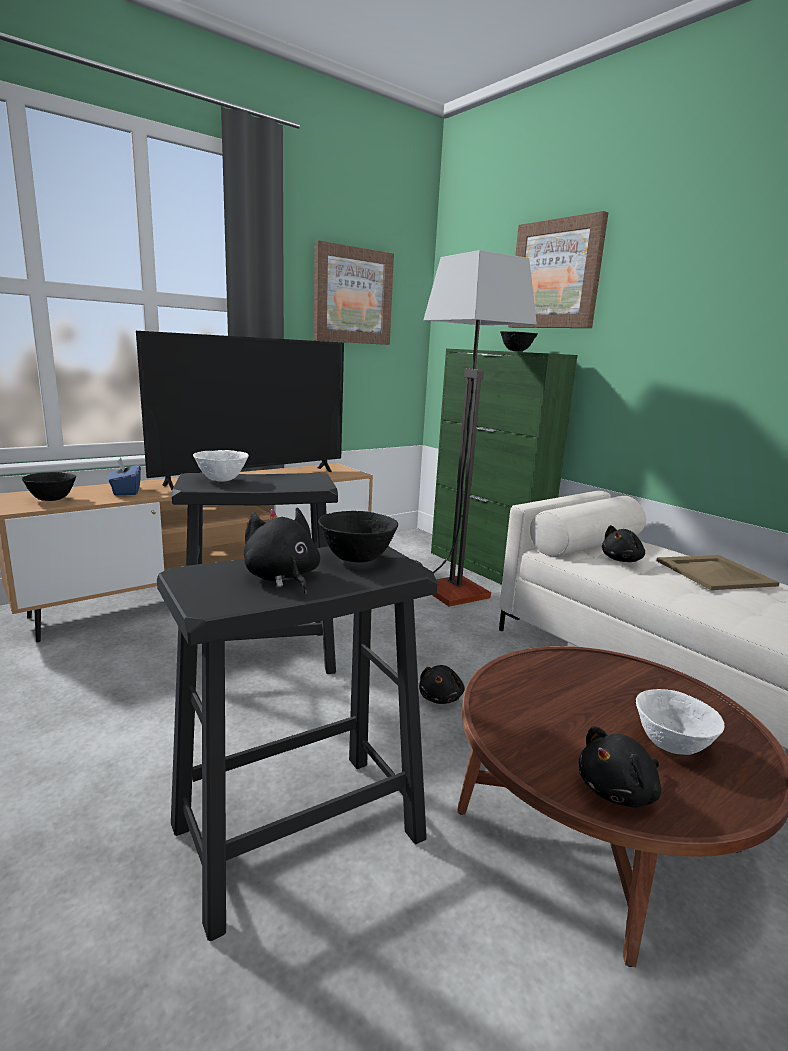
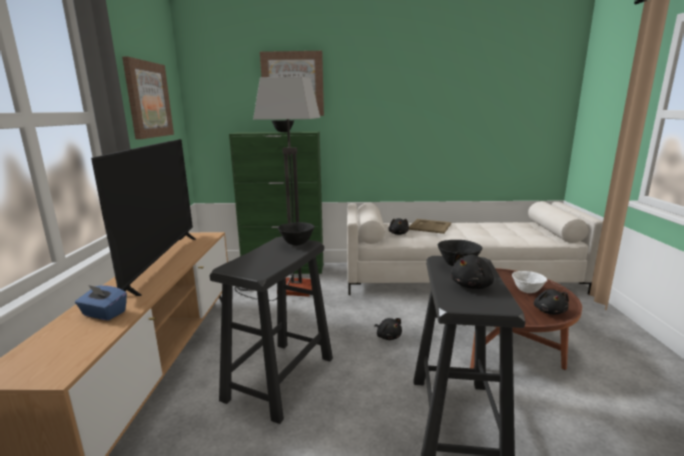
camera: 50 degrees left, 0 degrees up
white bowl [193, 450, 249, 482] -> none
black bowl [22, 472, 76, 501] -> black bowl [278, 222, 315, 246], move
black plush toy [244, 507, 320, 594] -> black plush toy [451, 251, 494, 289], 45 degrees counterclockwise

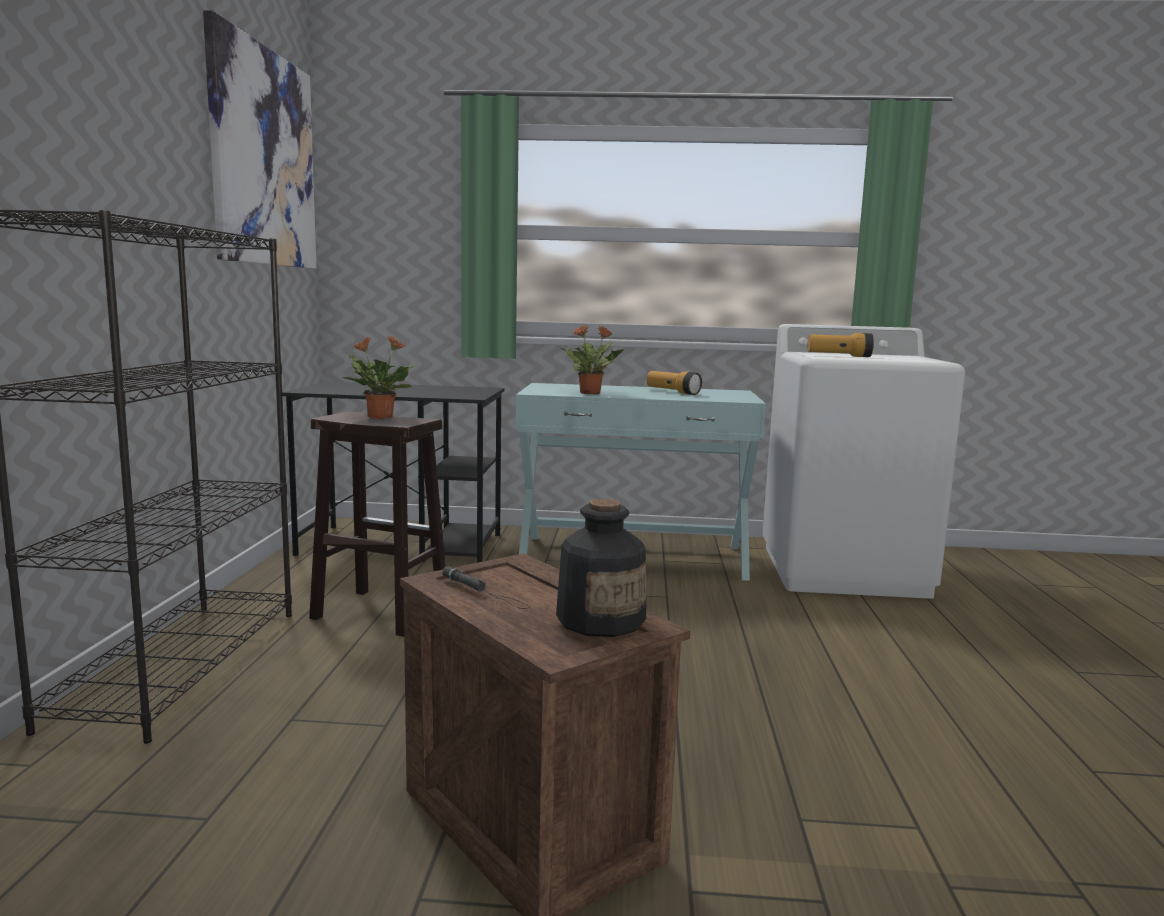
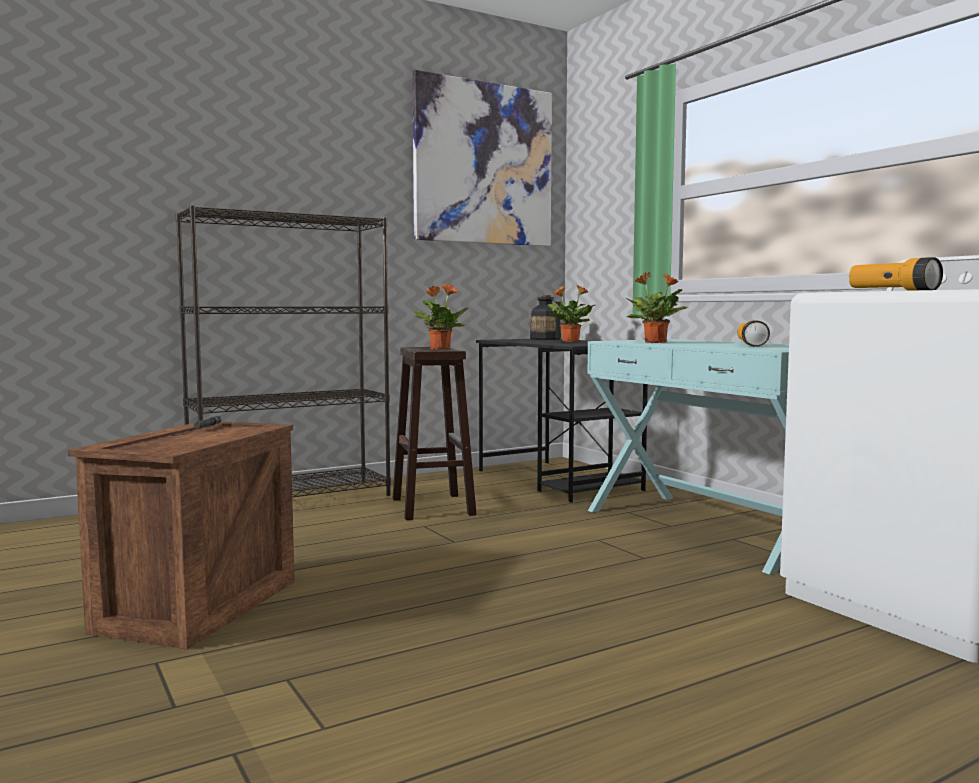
camera: 55 degrees right, 5 degrees down
bottle [556, 499, 646, 637] -> bottle [530, 295, 561, 340], move
none -> potted plant [547, 285, 595, 342]

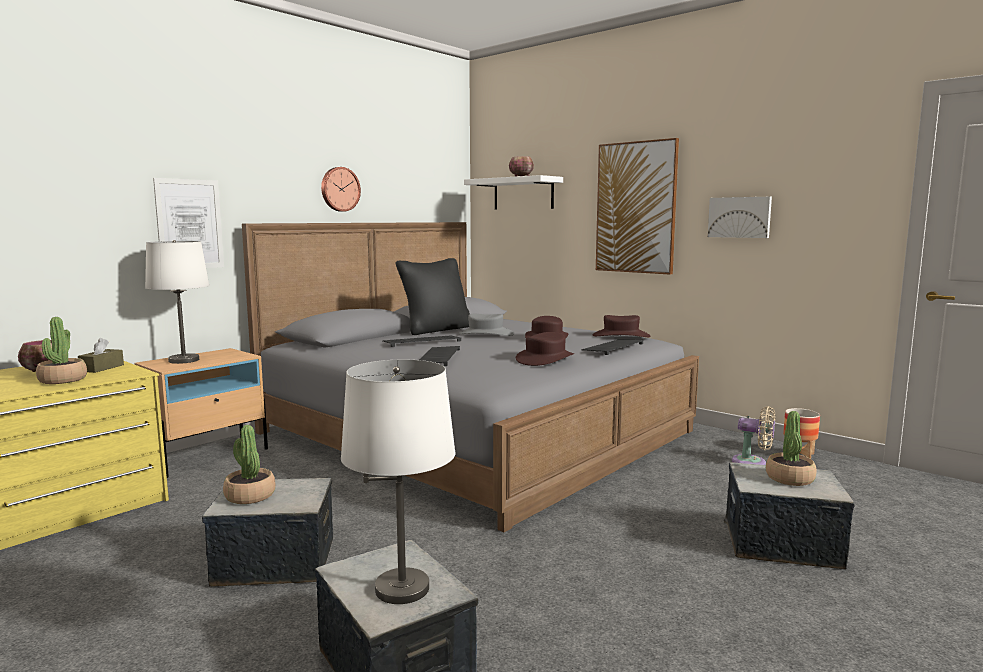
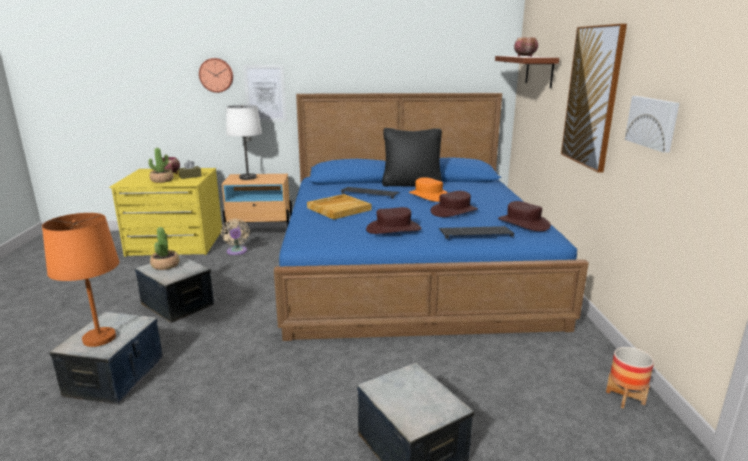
camera: 45 degrees right, 10 degrees up
wall clock [321, 167, 361, 212] -> wall clock [199, 58, 233, 93], move
white shelf [464, 175, 563, 210] -> brown shelf [495, 56, 559, 88]
grey bed [242, 222, 699, 532] -> blue bed [274, 93, 589, 341]
grey hat [458, 314, 514, 336] -> orange hat [409, 177, 448, 202]
keyboard [419, 346, 460, 366] -> beige tray [307, 194, 372, 220]
white table lamp [341, 360, 456, 604] -> orange table lamp [42, 213, 120, 347]
beige fan [732, 406, 775, 465] -> beige fan [221, 219, 250, 255], move
potted plant [766, 411, 816, 486] -> none

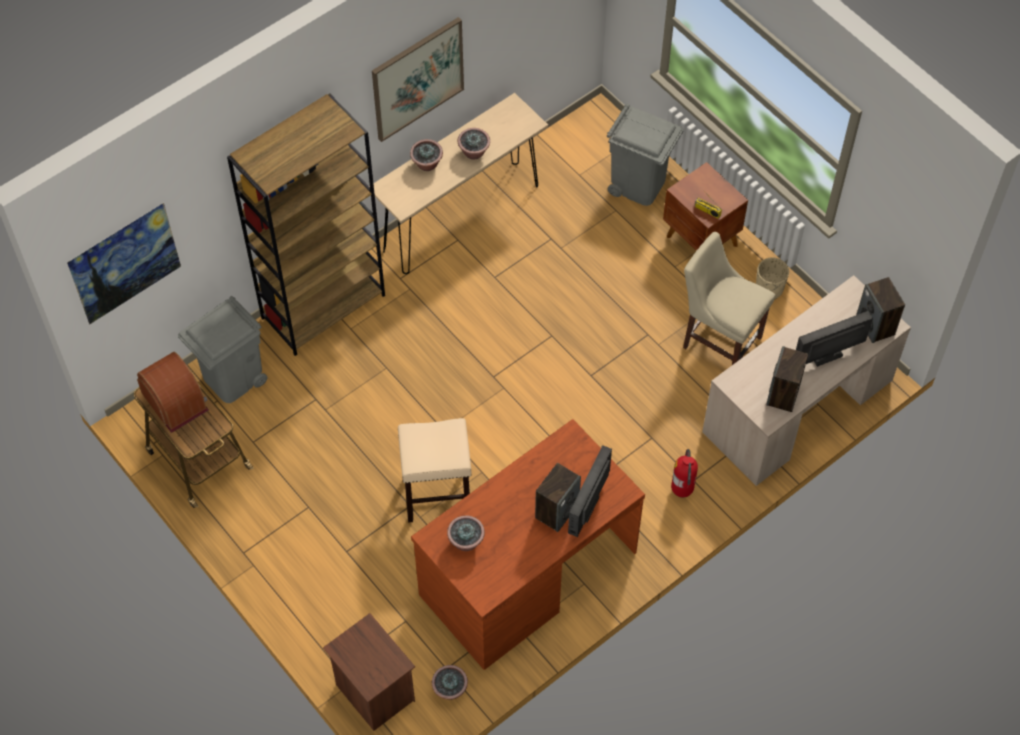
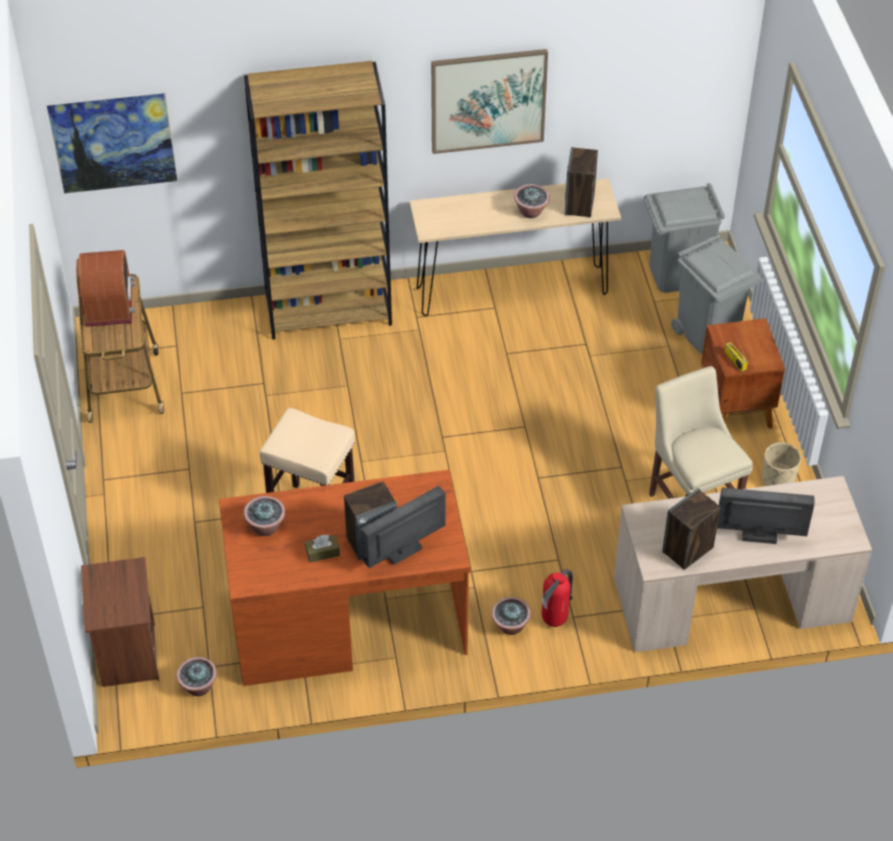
camera: 30 degrees right, 10 degrees down
potted plant [410, 139, 443, 171] -> potted plant [491, 597, 531, 635], move
speaker [856, 277, 905, 343] -> speaker [565, 147, 598, 217], move
grey trash can [178, 296, 268, 403] -> grey trash can [644, 183, 725, 293], move
none -> brown tissue box [305, 535, 340, 563]

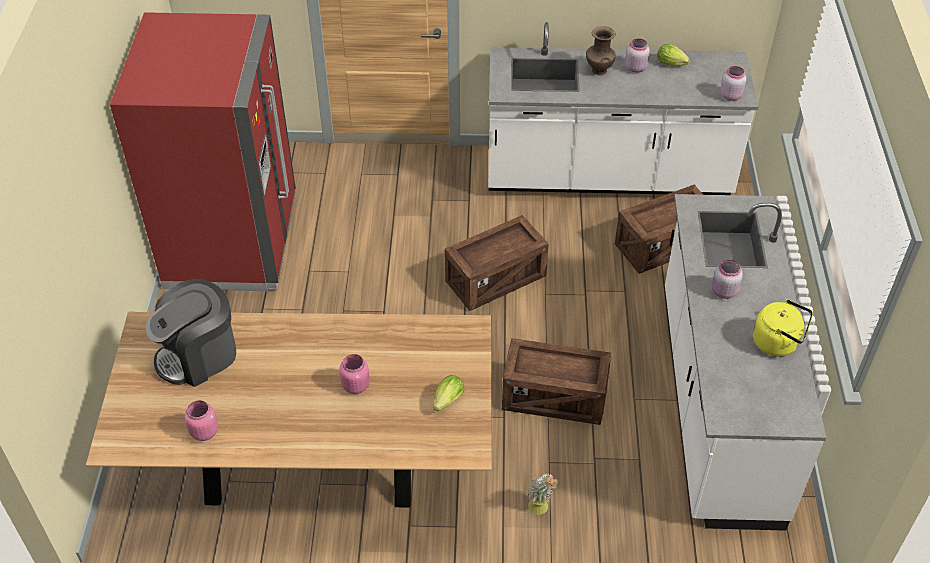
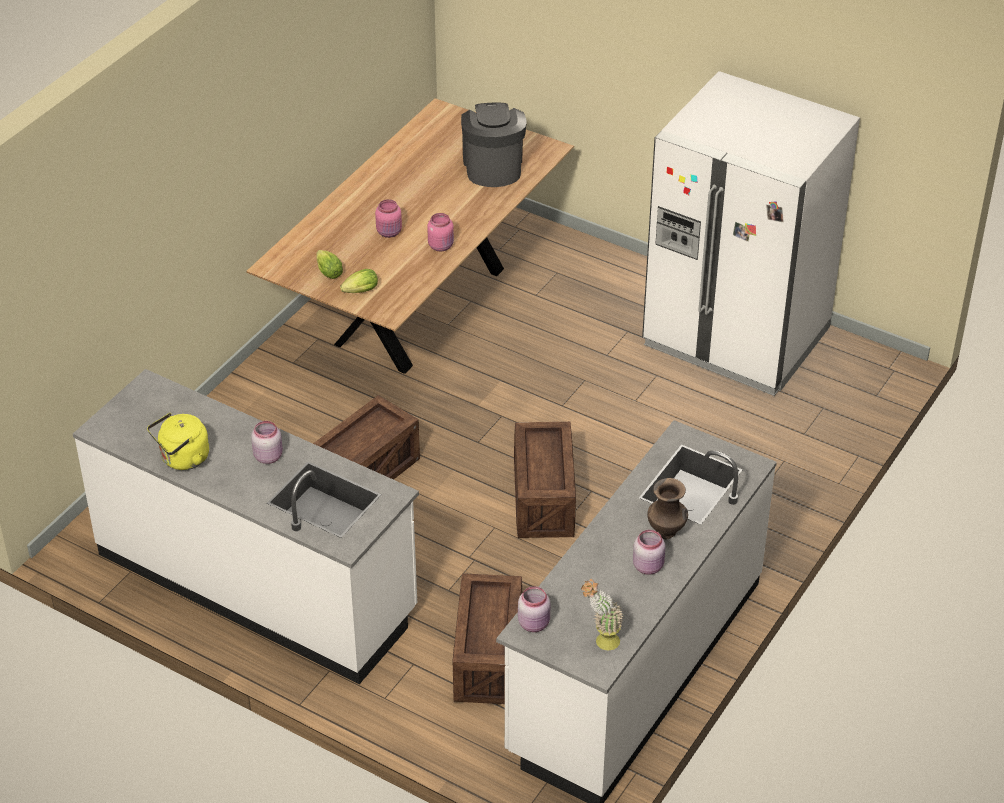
camera: 120 degrees right, 5 degrees down
red fridge [110, 12, 296, 291] -> white fridge [642, 71, 860, 396]
lettuce [657, 44, 690, 66] -> lettuce [340, 269, 378, 293], move
pink jar [185, 400, 218, 441] -> pink jar [427, 213, 454, 251], move
potted plant [527, 473, 558, 515] -> potted plant [581, 579, 624, 650], move

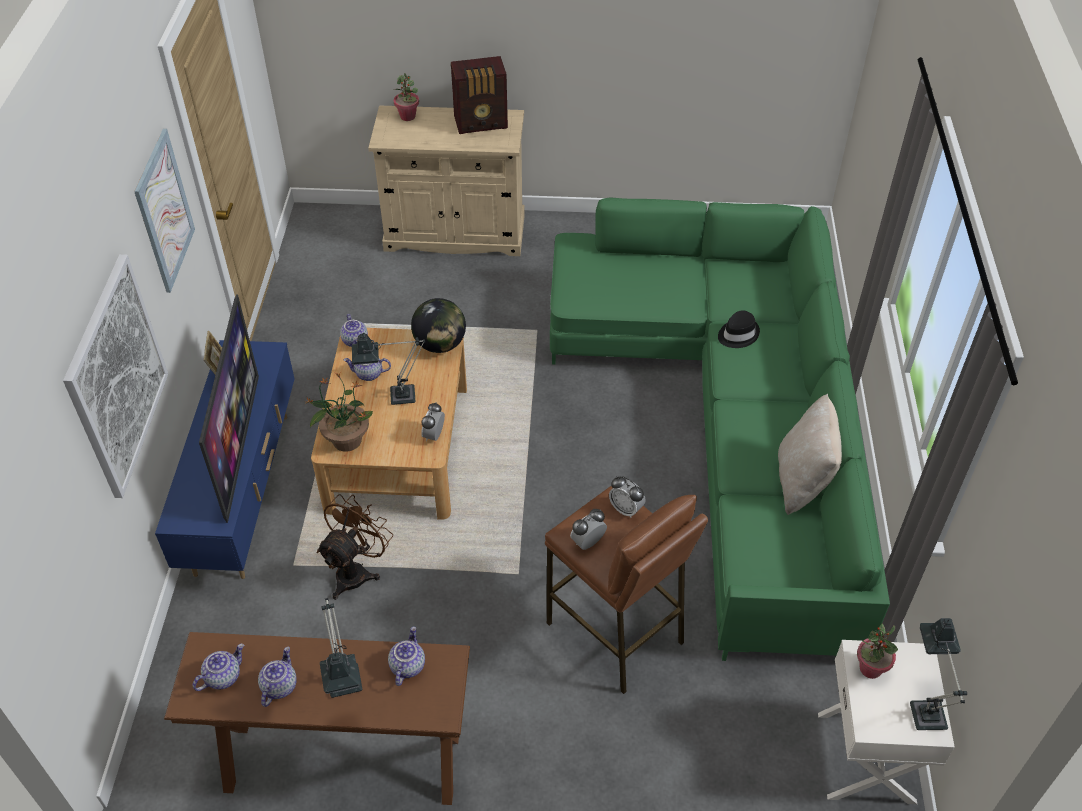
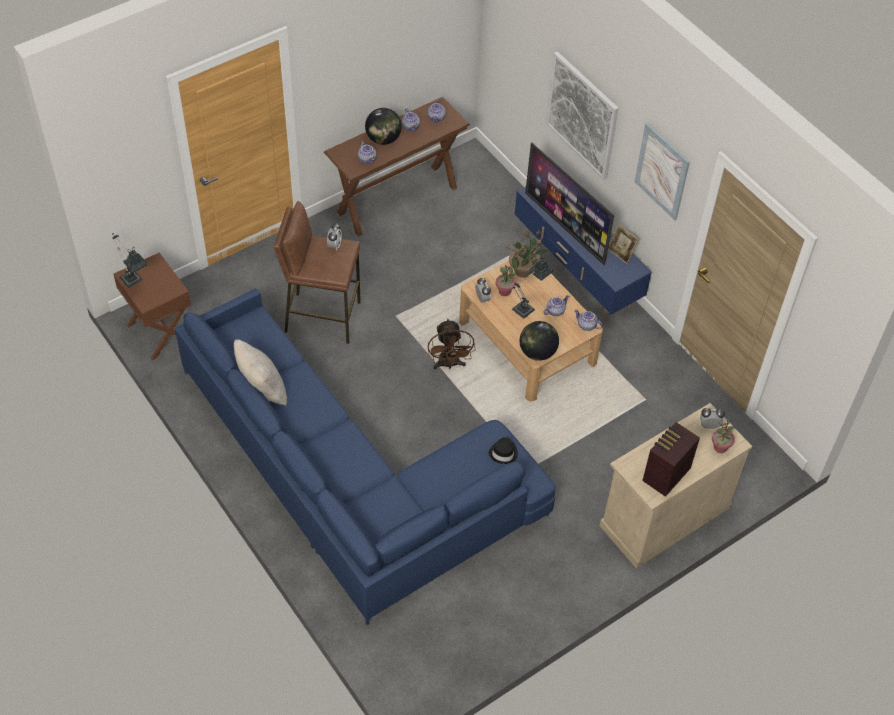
camera: 140 degrees right, 5 degrees up
green sofa [550, 198, 890, 661] -> blue sofa [175, 288, 556, 625]
black hat [718, 310, 760, 348] -> black hat [489, 437, 518, 464], move
alarm clock [609, 477, 645, 518] -> alarm clock [700, 408, 725, 429], move
brown fan [317, 494, 393, 600] -> brown fan [428, 319, 476, 369], move
table lamp [320, 598, 362, 698] -> globe [365, 108, 402, 145]
potted plant [857, 624, 898, 679] -> potted plant [496, 265, 516, 296], move
white nightstand [818, 640, 955, 804] -> brown nightstand [113, 253, 191, 360]

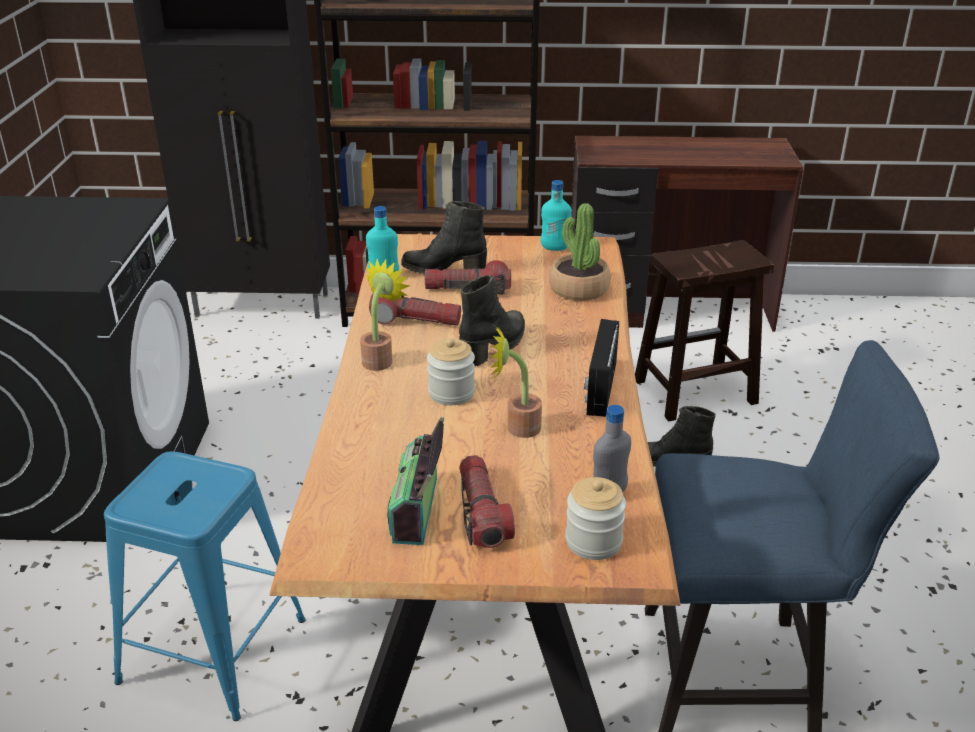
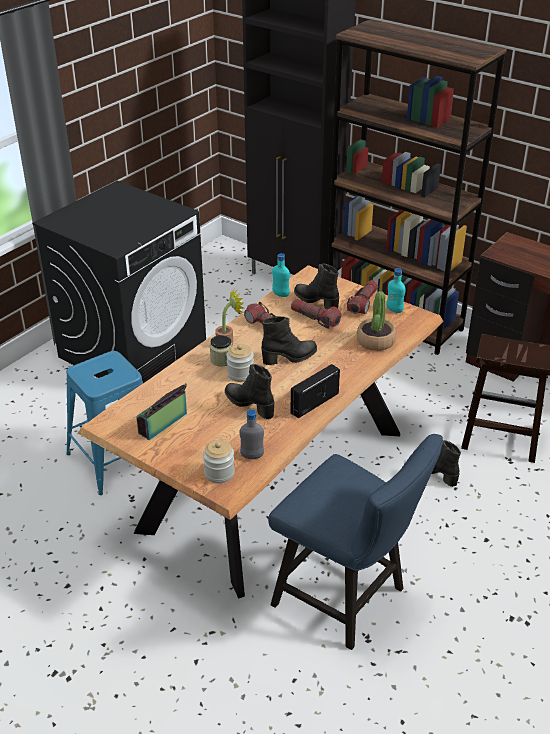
camera: 35 degrees right, 5 degrees up
potted plant [491, 324, 542, 438] -> black boot [225, 364, 274, 419]
flashlight [459, 455, 515, 548] -> flashlight [347, 280, 378, 314], move
none -> jar [210, 335, 233, 367]

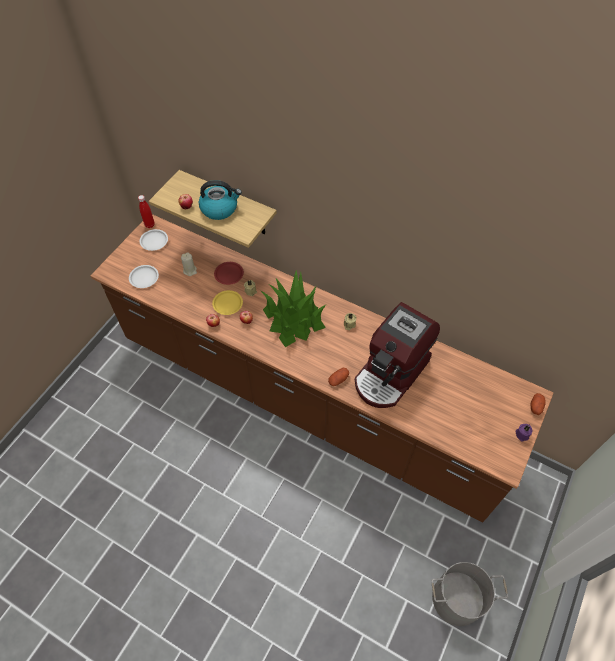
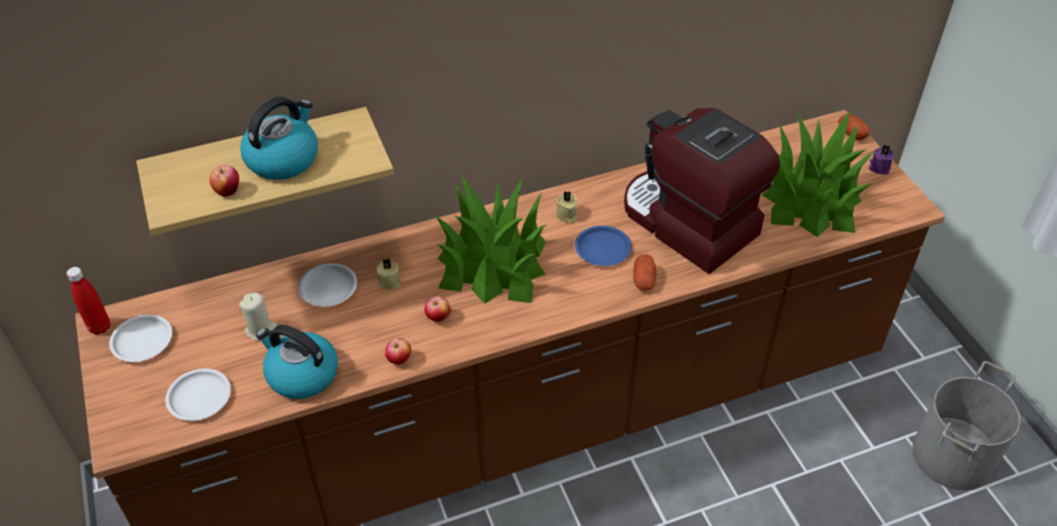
camera: 50 degrees left, 10 degrees down
red plate [214, 262, 244, 285] -> white plate [298, 263, 357, 307]
yellow plate [212, 290, 243, 315] -> none
coffee machine [355, 302, 440, 408] -> coffee machine [624, 108, 780, 274], 150 degrees clockwise
none -> potted plant [762, 111, 874, 237]
none -> blue plate [575, 226, 632, 266]
none -> kettle [256, 325, 338, 399]

